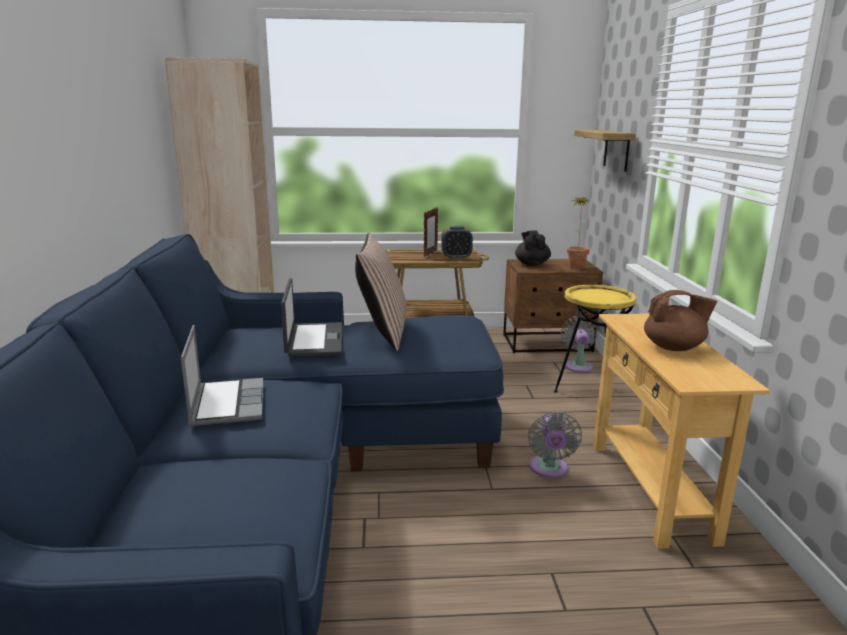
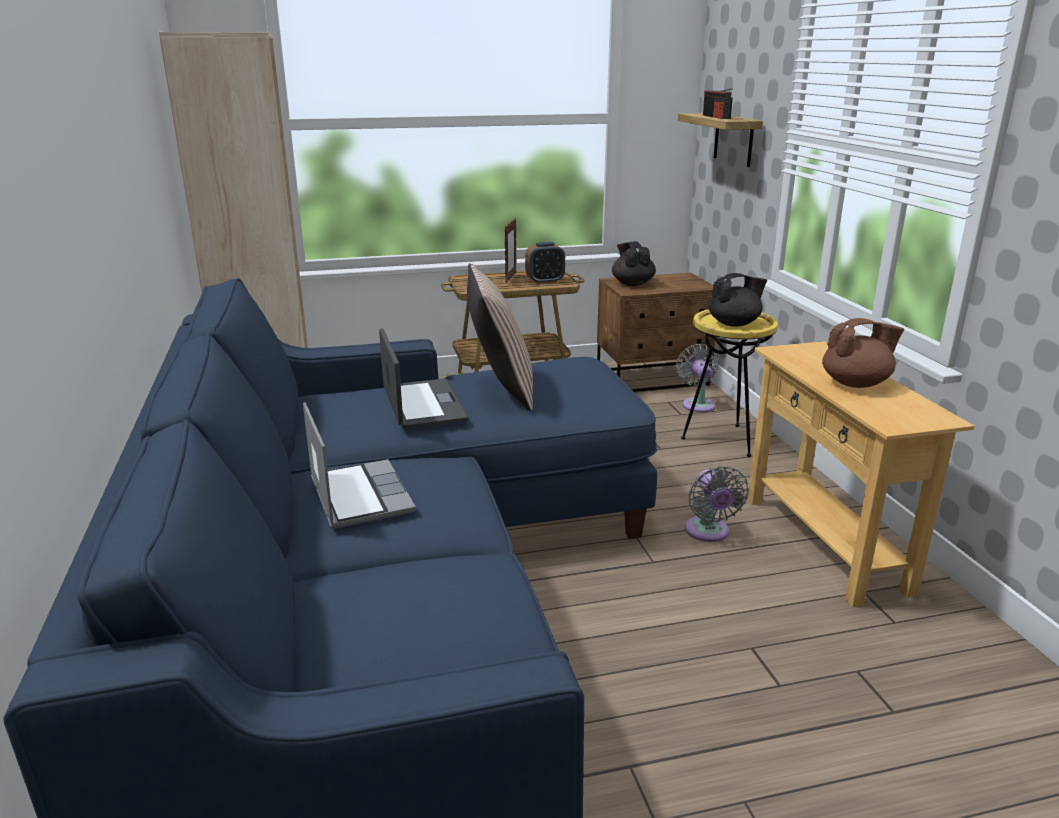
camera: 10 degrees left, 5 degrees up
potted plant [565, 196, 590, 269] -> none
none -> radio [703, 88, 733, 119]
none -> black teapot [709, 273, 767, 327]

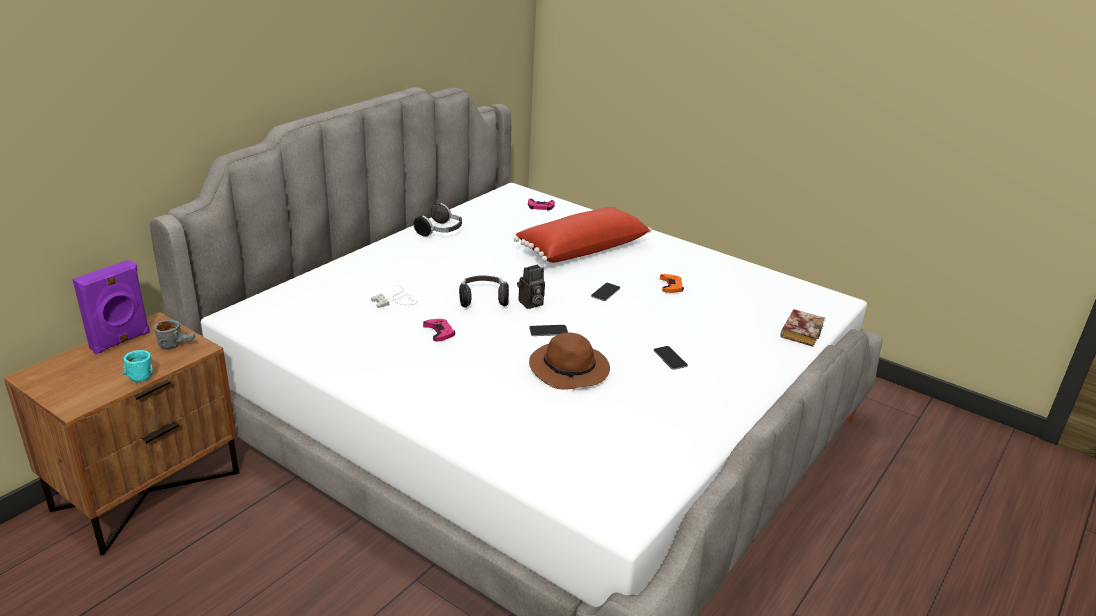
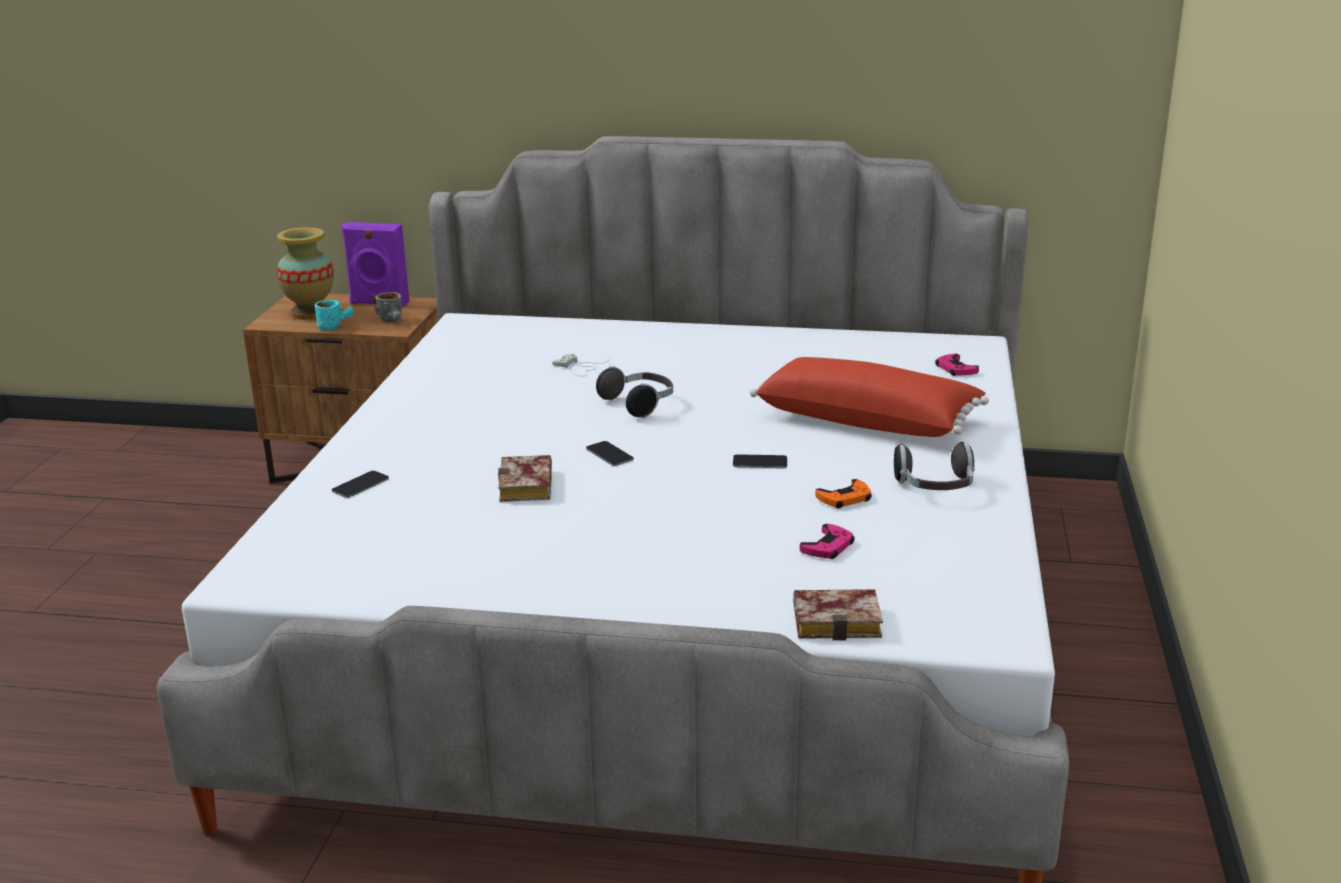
camera: 65 degrees right, 5 degrees down
headphones [414, 203, 462, 237] -> headphones [894, 442, 975, 490], move
photo camera [517, 265, 545, 309] -> none
pink game controller [423, 319, 455, 341] -> pink game controller [800, 524, 855, 559], move
brown hat [529, 332, 610, 390] -> book [498, 455, 552, 502]
phone [654, 346, 688, 370] -> phone [332, 471, 389, 498], move
none -> vase [277, 227, 334, 320]

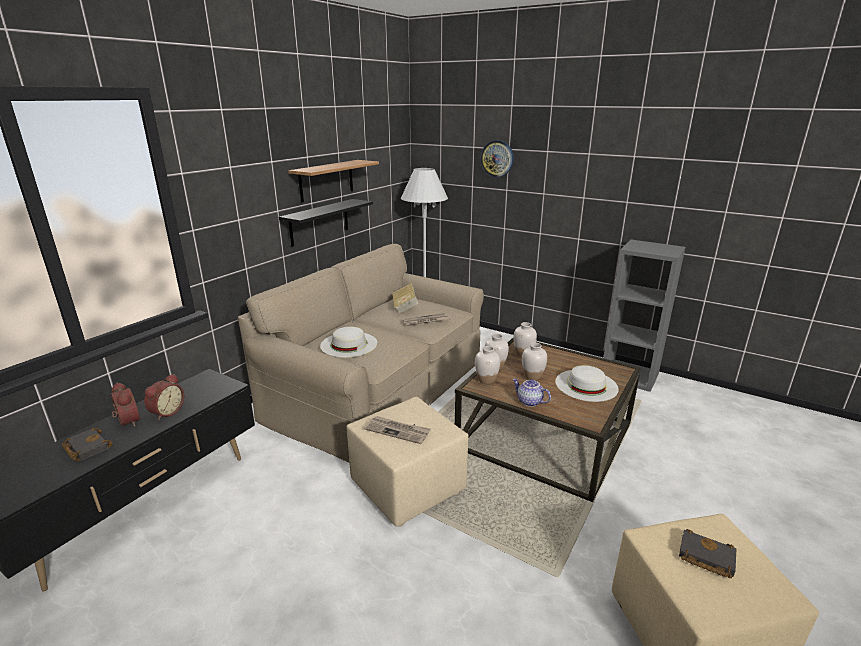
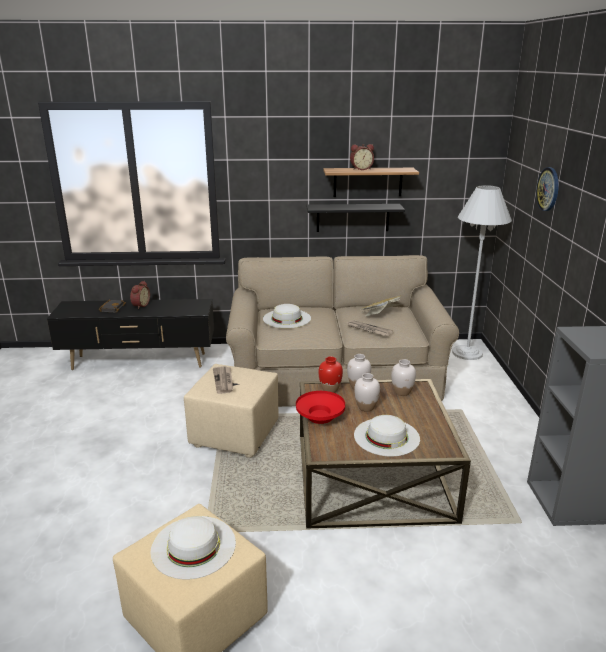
camera: 55 degrees right, 0 degrees up
white vase [475, 346, 500, 384] -> red vase [319, 357, 343, 393]
alarm clock [144, 374, 184, 420] -> alarm clock [350, 144, 374, 170], move
teapot [512, 378, 551, 407] -> red bowl [296, 391, 345, 424]
black book [679, 529, 736, 579] -> white hat [151, 516, 236, 579]

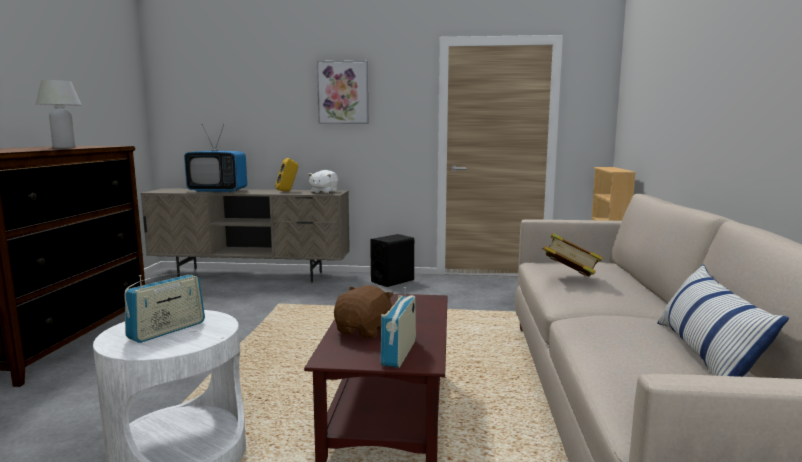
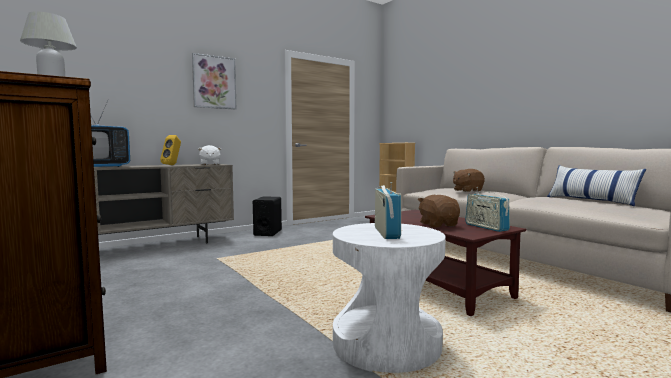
camera: 40 degrees left, 5 degrees down
book [542, 233, 603, 277] -> brown plush toy [453, 169, 485, 192]

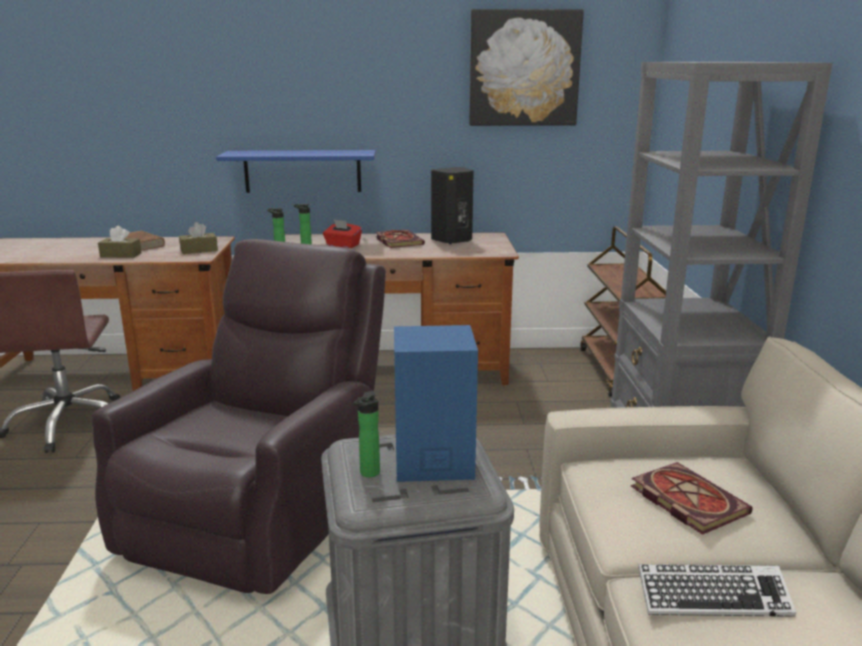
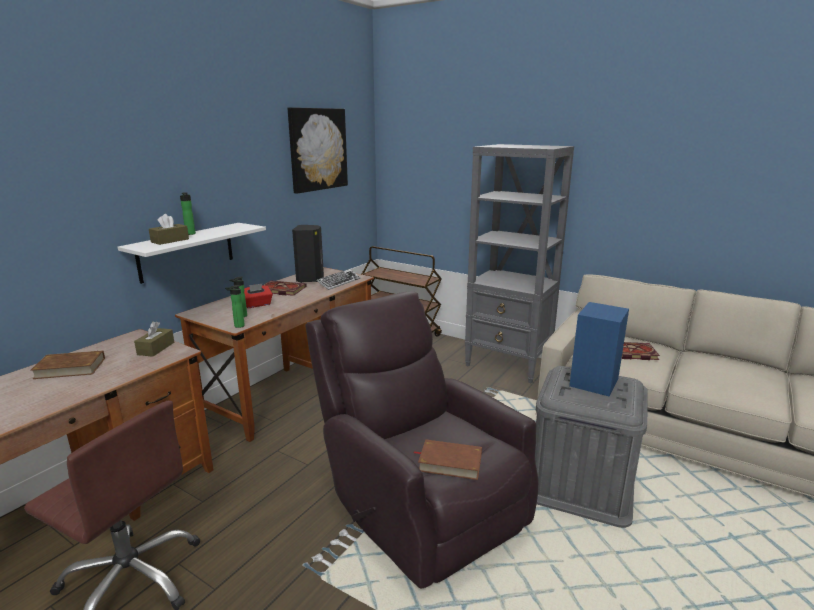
camera: 55 degrees left, 0 degrees up
blue shelf [216, 150, 376, 193] -> white shelf [118, 223, 266, 284]
brown tissue box [98, 226, 142, 258] -> brown tissue box [149, 214, 189, 245], move
bottle [354, 391, 380, 477] -> bottle [180, 192, 196, 235], move
keyboard [638, 564, 796, 617] -> keyboard [317, 269, 361, 290], move
none -> brown book [414, 440, 482, 480]

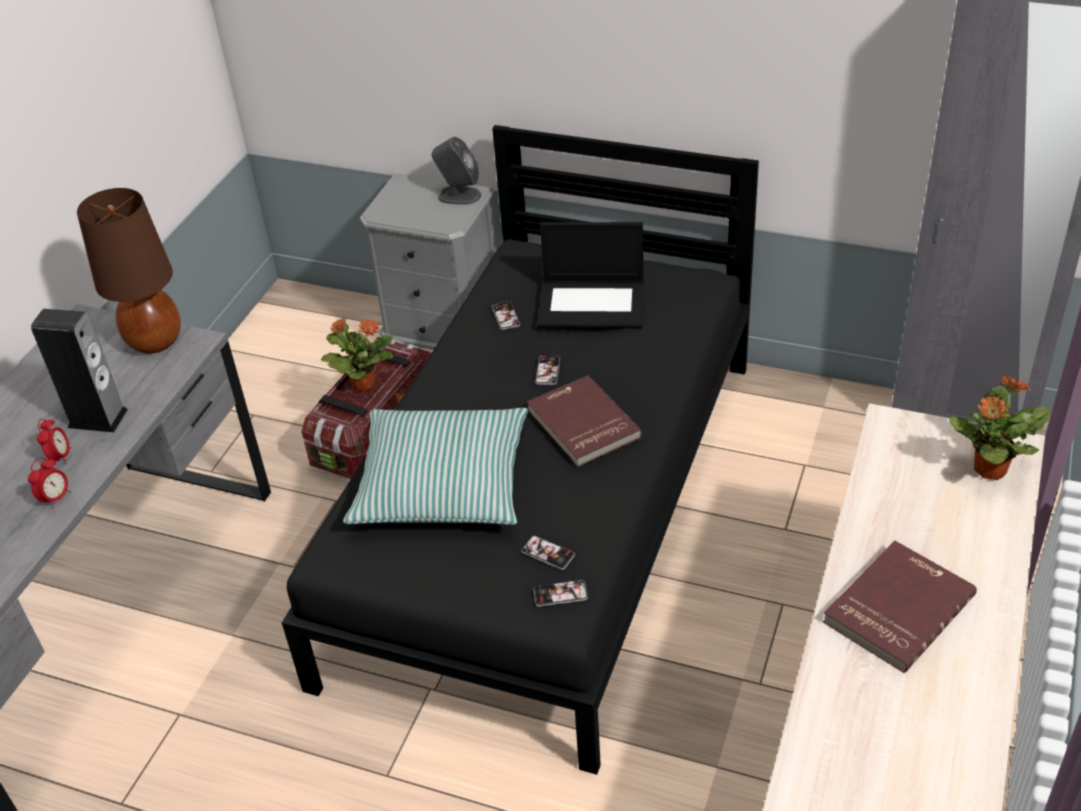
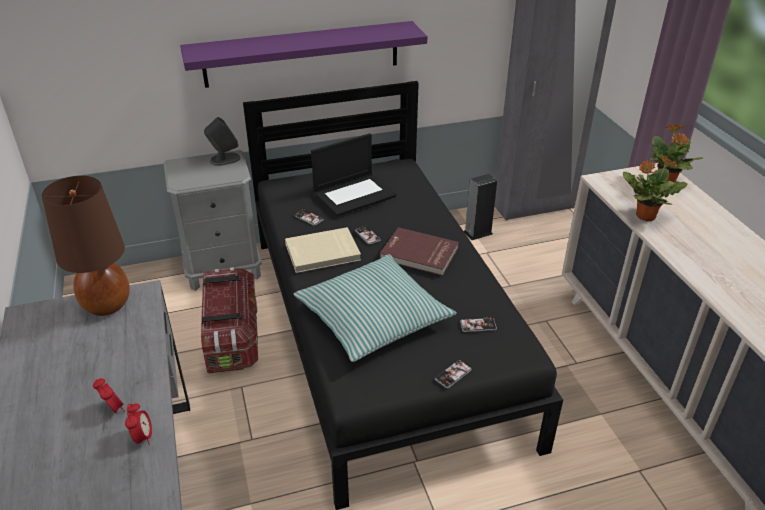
camera: 40 degrees left, 5 degrees down
speaker [31, 309, 128, 432] -> speaker [464, 174, 497, 240], move
potted plant [321, 317, 394, 392] -> potted plant [623, 156, 687, 221], move
red book [823, 540, 977, 673] -> none
phone [533, 580, 588, 607] -> phone [435, 360, 472, 388], move
none -> purple shelf [180, 21, 428, 88]
none -> beige book [285, 227, 361, 273]

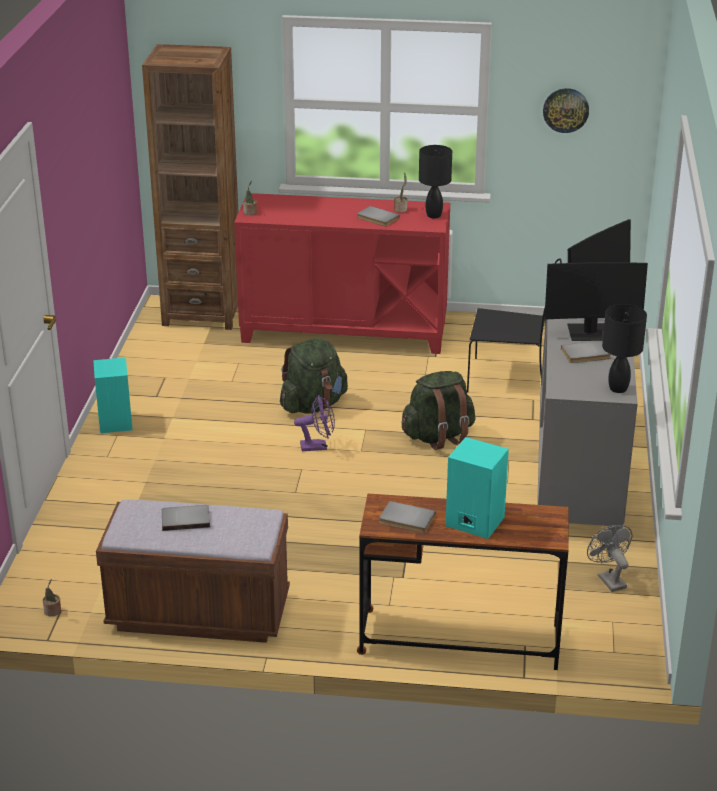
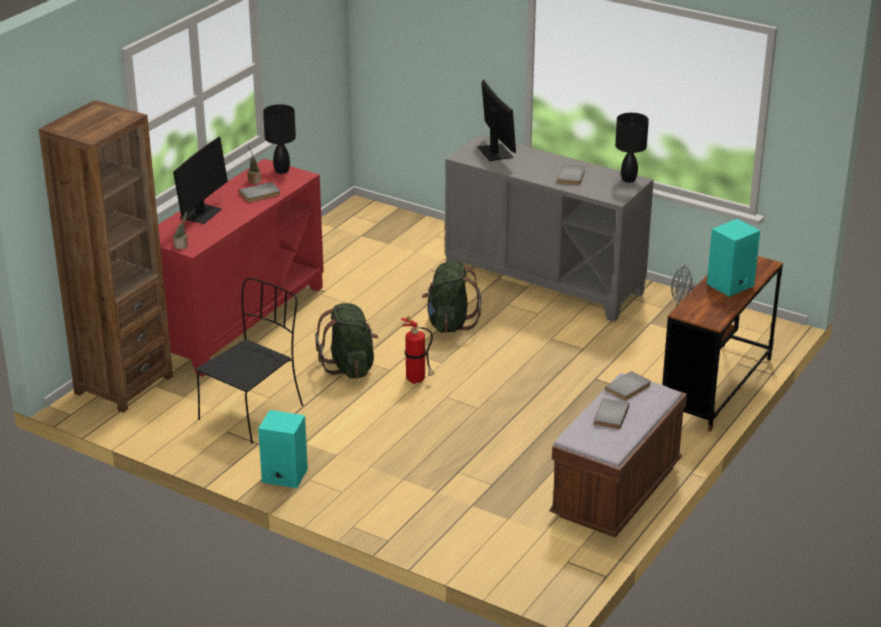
camera: 65 degrees left, 0 degrees up
wall clock [543, 88, 589, 133] -> none
black chair [467, 259, 562, 393] -> black chair [196, 278, 303, 444], move
monitor [544, 262, 648, 341] -> monitor [173, 137, 228, 224], move
purple fan [294, 395, 335, 451] -> fire extinguisher [401, 316, 434, 384]
grey book [379, 501, 436, 533] -> grey book [605, 371, 651, 401], move
potted plant [43, 579, 61, 616] -> none

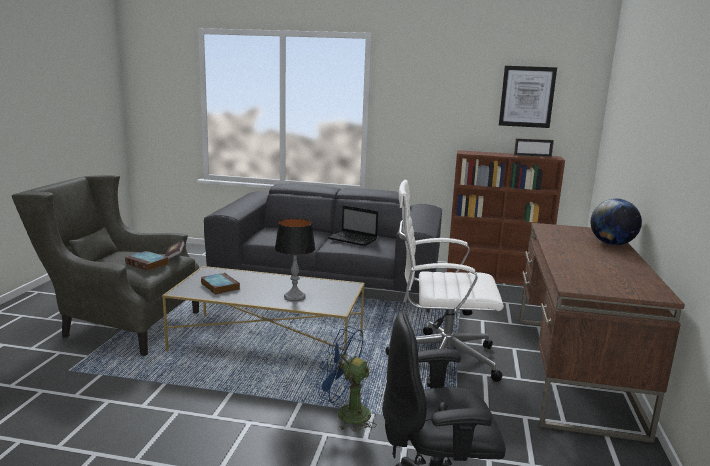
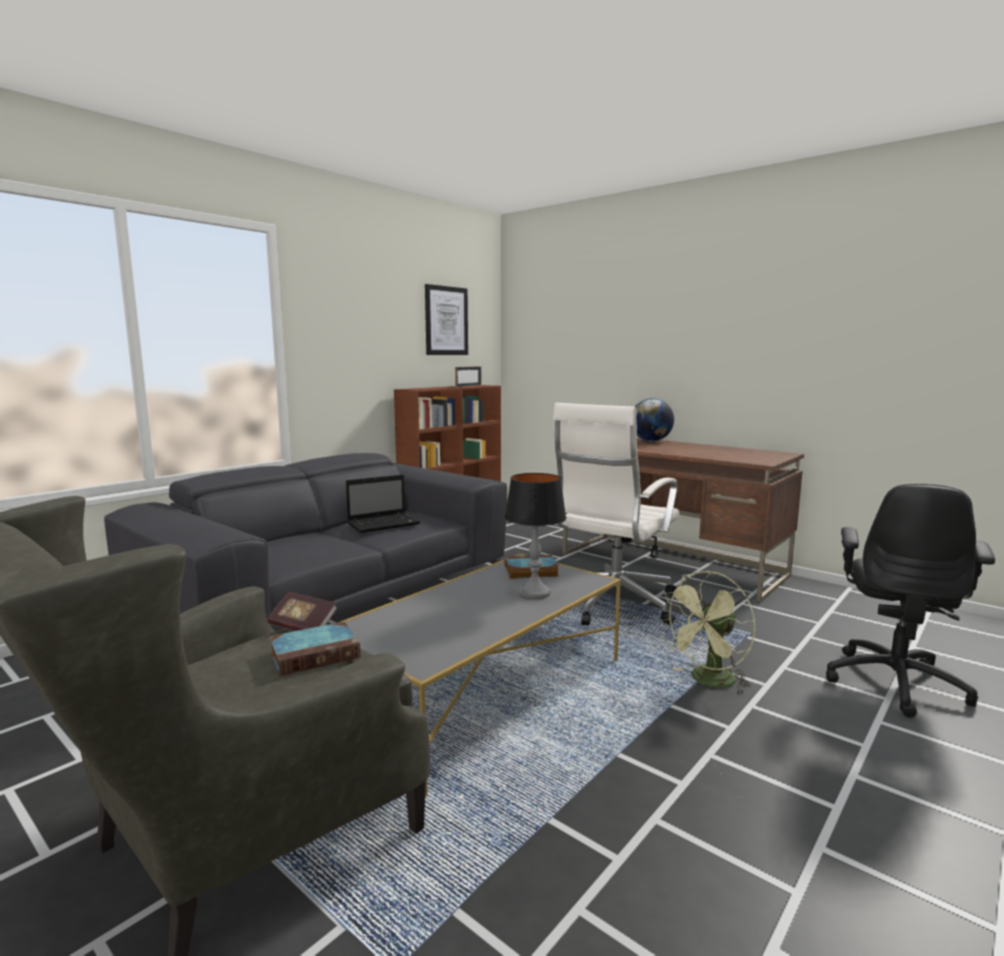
camera: 60 degrees left, 5 degrees down
book [201, 272, 240, 295] -> book [504, 555, 559, 579], move
blue fan [316, 326, 377, 432] -> green fan [660, 571, 755, 695]

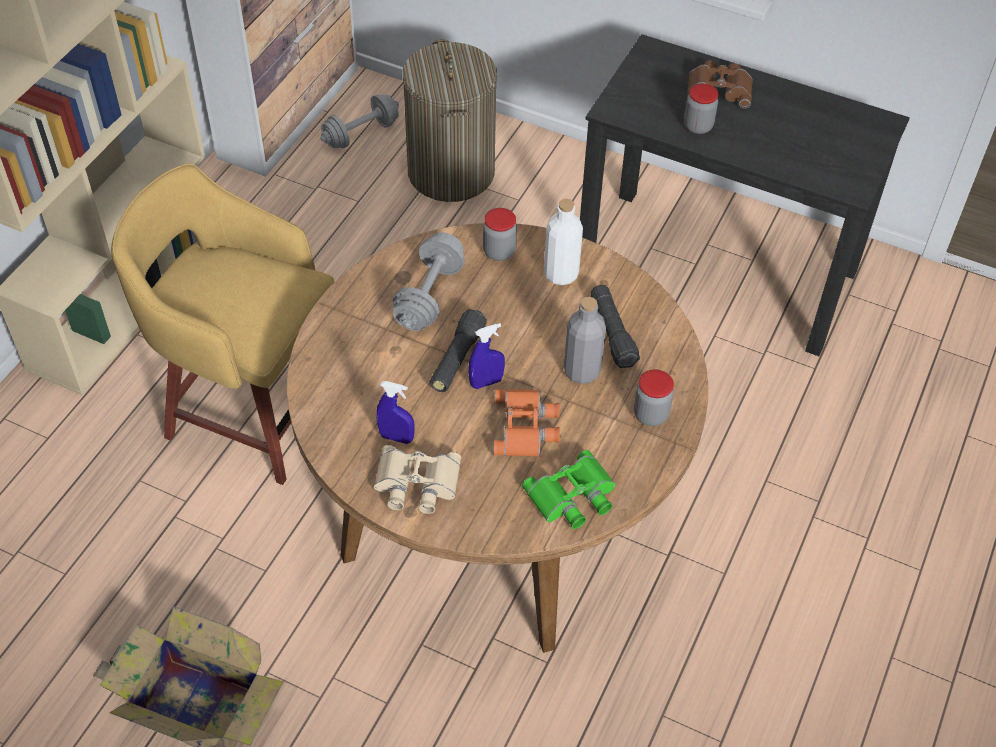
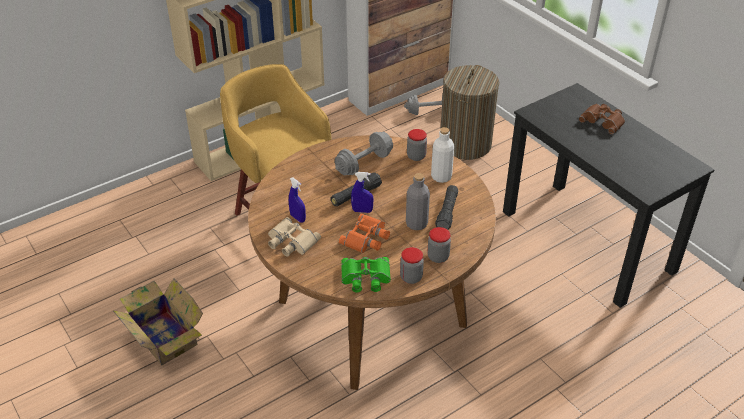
camera: 30 degrees right, 10 degrees down
jar [684, 84, 719, 134] -> jar [400, 247, 424, 284], move

